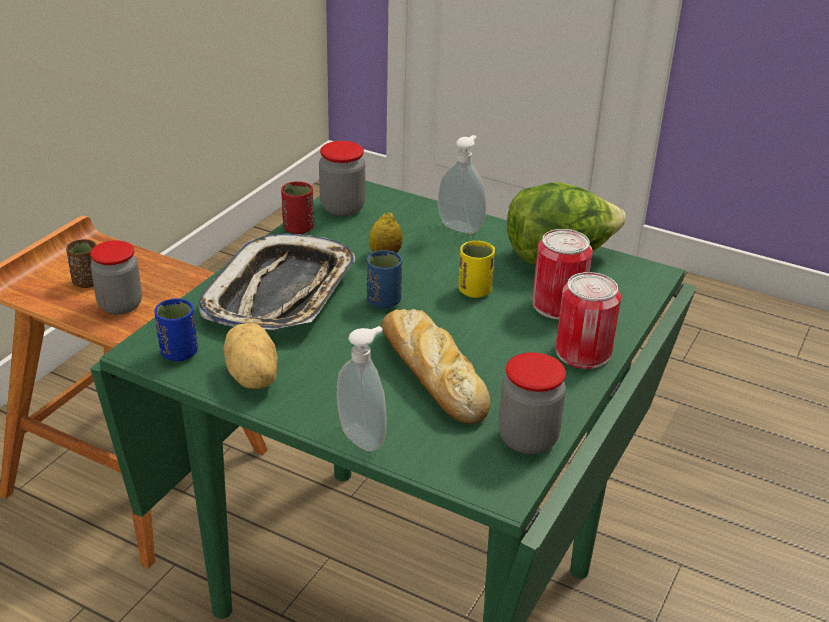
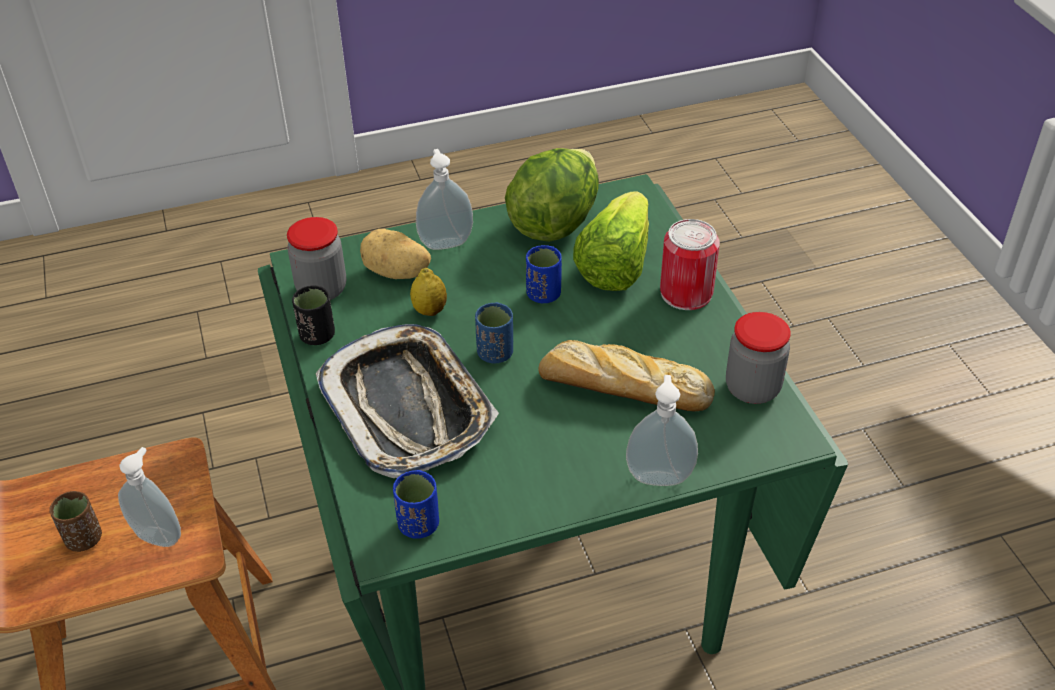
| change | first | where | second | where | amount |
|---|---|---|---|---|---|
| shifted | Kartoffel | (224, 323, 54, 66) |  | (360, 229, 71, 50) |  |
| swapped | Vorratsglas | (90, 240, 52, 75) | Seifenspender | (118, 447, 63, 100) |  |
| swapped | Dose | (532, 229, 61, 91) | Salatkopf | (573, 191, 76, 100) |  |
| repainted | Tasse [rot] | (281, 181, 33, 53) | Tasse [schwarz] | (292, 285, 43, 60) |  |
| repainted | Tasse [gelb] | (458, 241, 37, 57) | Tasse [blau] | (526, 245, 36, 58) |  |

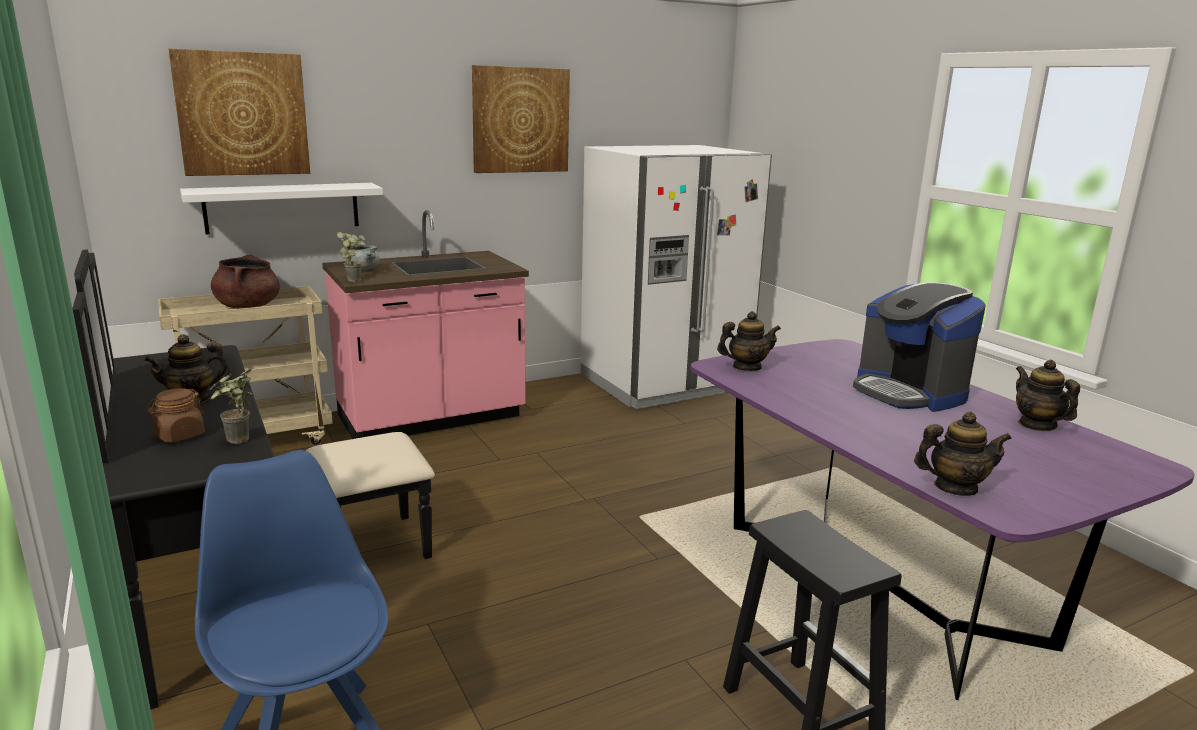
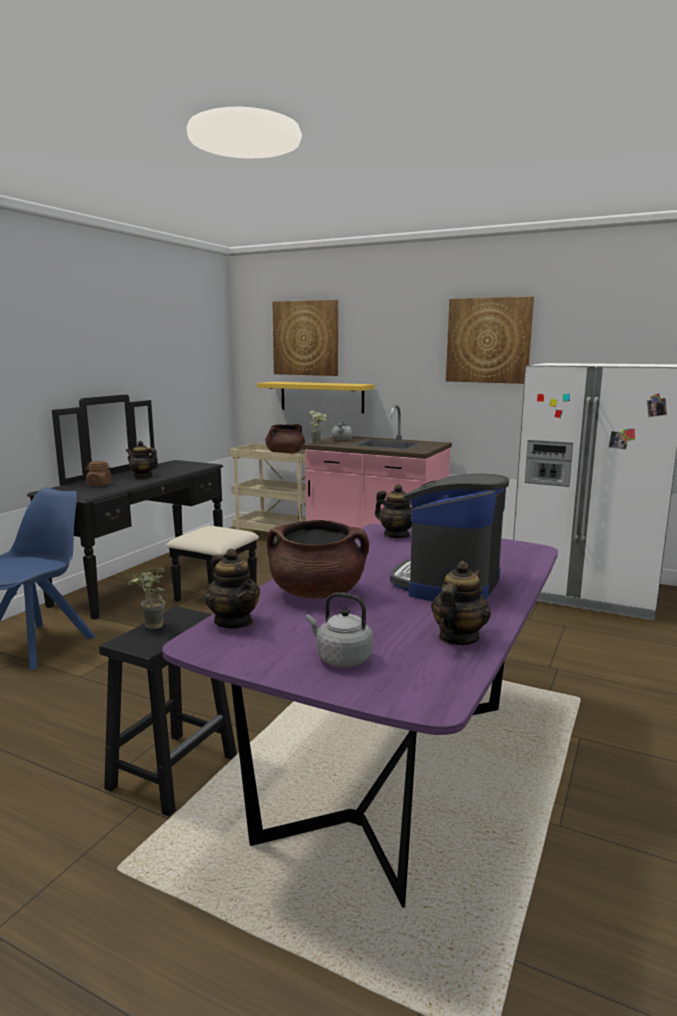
| change | first | where | second | where | amount |
|---|---|---|---|---|---|
| new |  |  | Kochtopf [braun] | (267, 520, 102, 78) |  |
| new |  |  | Wasserkessel [grau] | (306, 592, 67, 75) |  |
| shifted | Topfpflanze | (210, 367, 42, 77) |  | (127, 567, 38, 62) |  |
| repainted | Wandregal [weiß] | (180, 183, 203, 51) | Wandregal [gelb] | (257, 382, 117, 32) |  |

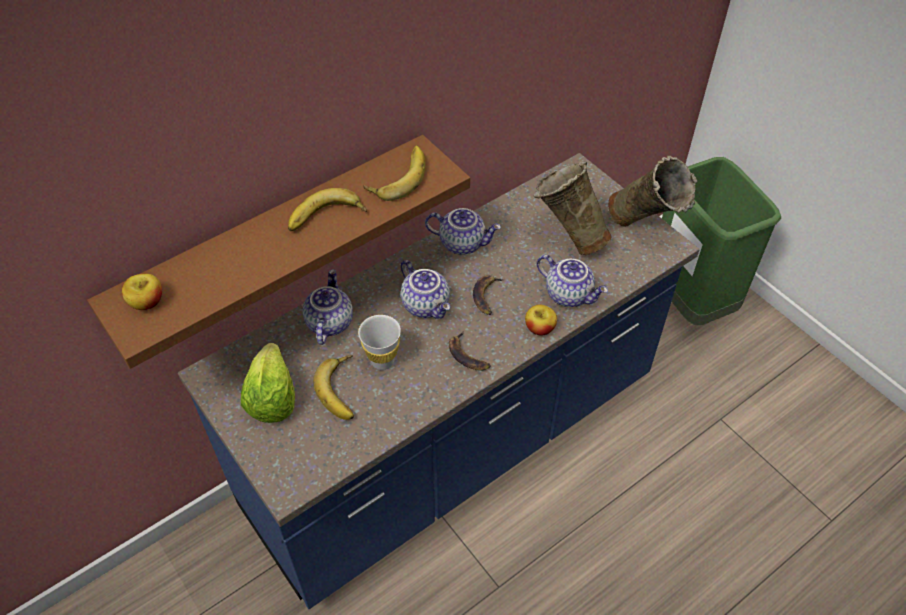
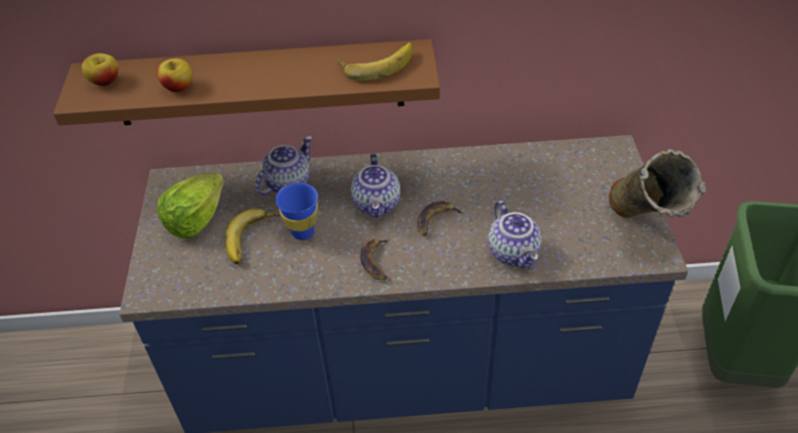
| change | first | where | second | where | amount |
|---|---|---|---|---|---|
| gone | Banane | (288, 188, 79, 43) |  |  |  |
| gone | Teekanne | (425, 208, 76, 47) |  |  |  |
| gone | Vase [beige] | (533, 161, 78, 94) |  |  |  |
| shifted | Apfel | (525, 304, 32, 31) |  | (157, 58, 36, 34) |  |
| repainted | Tasse [weiß] | (358, 315, 43, 55) | Tasse [blau] | (275, 183, 43, 57) |  |

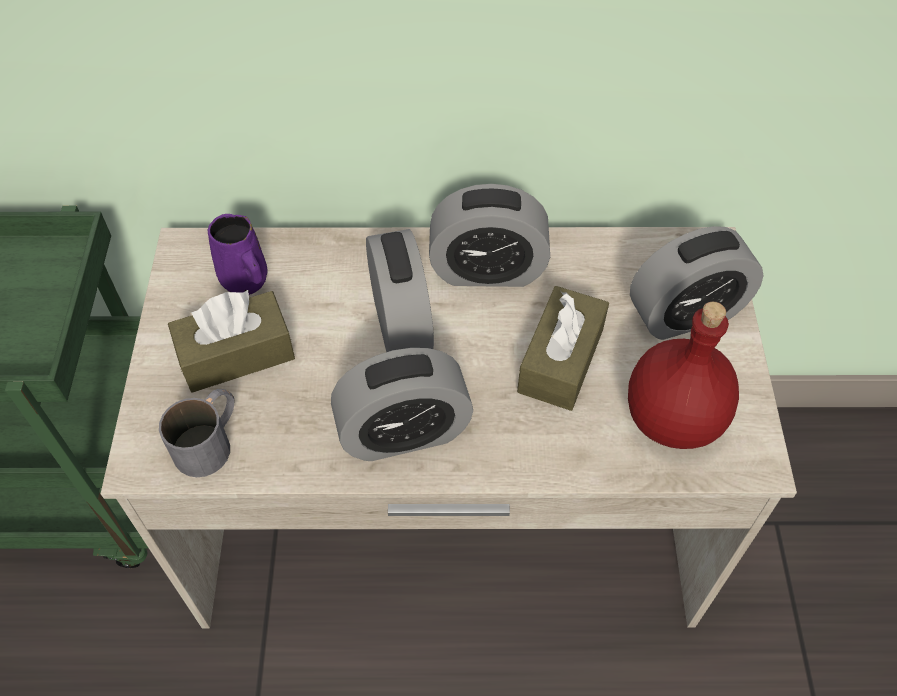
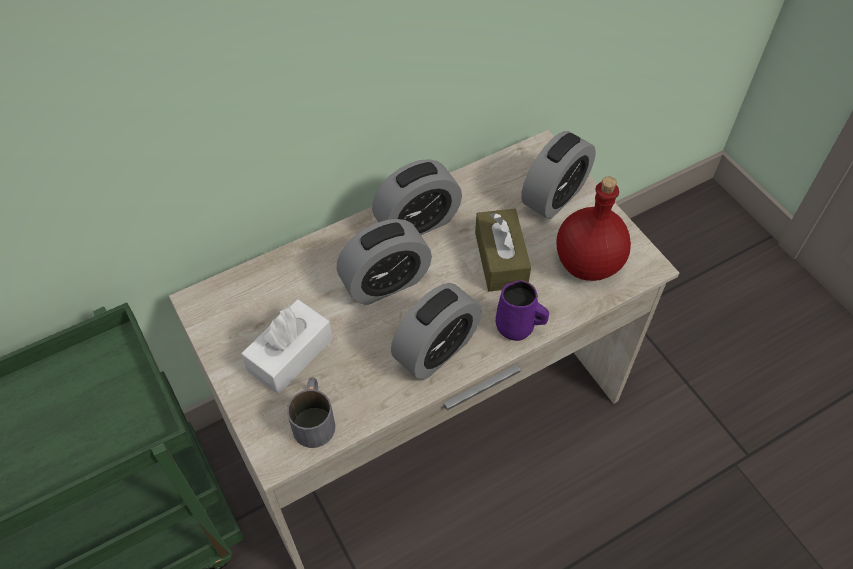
| change | first | where | second | where | amount |
|---|---|---|---|---|---|
| shifted | Henkelbecher [lila] | (208, 214, 59, 81) |  | (496, 280, 53, 61) |  |
| repainted | Taschentuchbox [braun] | (168, 290, 127, 103) | Taschentuchbox [weiß] | (241, 299, 91, 95) |  |
| rotated | Wecker | (366, 229, 68, 123) |  | (337, 219, 95, 86) | 105 degrees clockwise |

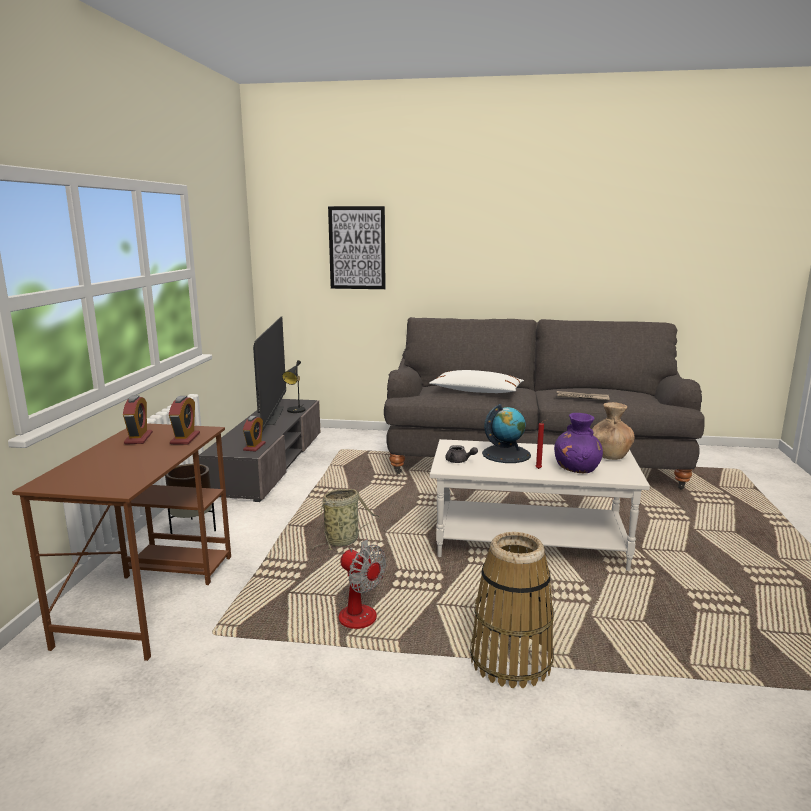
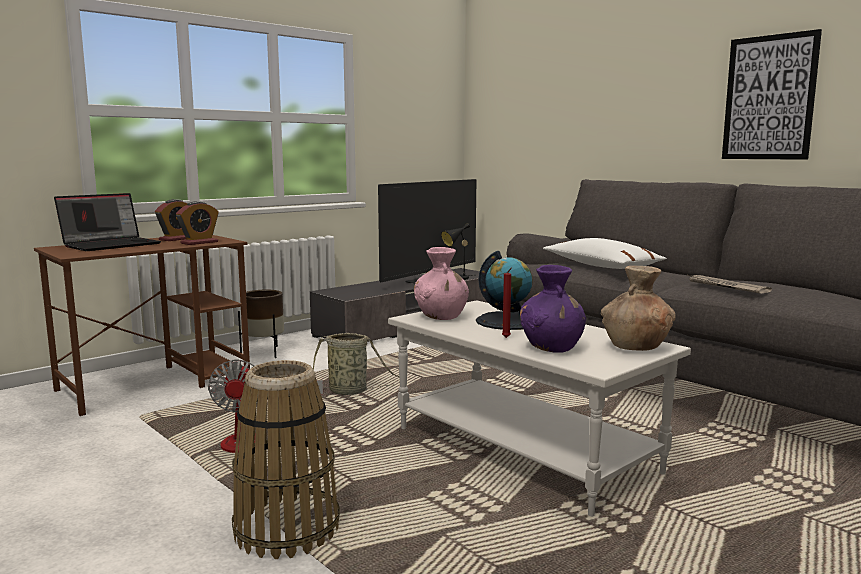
| change | first | where | second | where | amount |
|---|---|---|---|---|---|
| gone | Wecker | (243, 416, 23, 35) |  |  |  |
| new |  |  | Laptop | (54, 193, 107, 58) |  |
| shifted | Bild | (328, 206, 58, 83) |  | (722, 29, 100, 131) |  |
| swapped | Teekanne [grau] | (445, 445, 33, 18) | Vase [rosa] | (414, 247, 55, 73) |  |

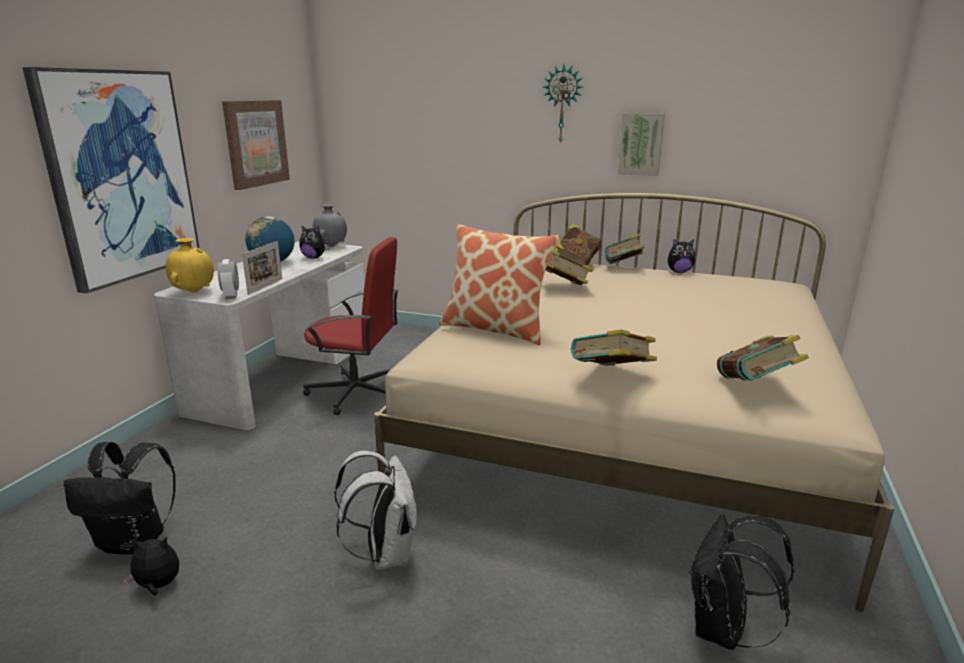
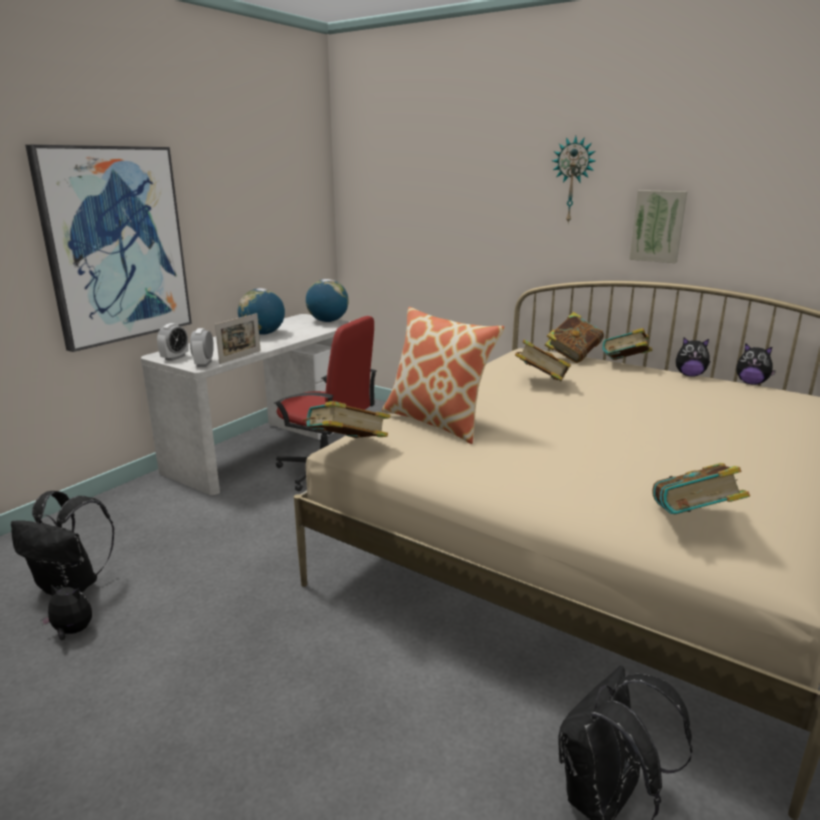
| change | first | where | second | where | amount |
|---|---|---|---|---|---|
| gone | Bild | (222, 100, 68, 90) |  |  |  |
| gone | Rucksack [weiß] | (334, 451, 83, 119) |  |  |  |
| shifted | Plüschtier | (299, 225, 31, 34) |  | (736, 343, 40, 42) |  |
| shifted | Buch | (571, 329, 86, 37) |  | (303, 401, 87, 37) |  |
| swapped | Vase [gelb] | (166, 238, 48, 55) | Wecker | (157, 323, 32, 38) |  |
| swapped | Vase [grau] | (313, 204, 34, 43) | Globus | (306, 279, 43, 43) |  |

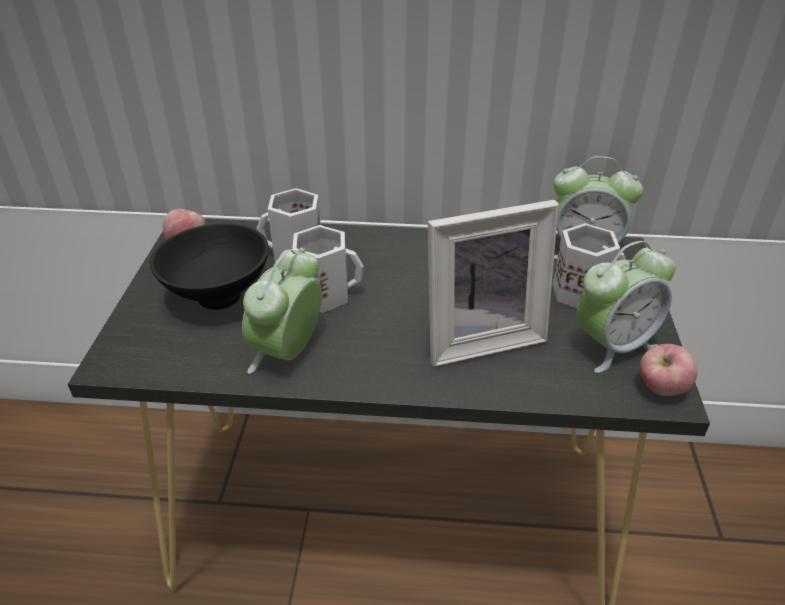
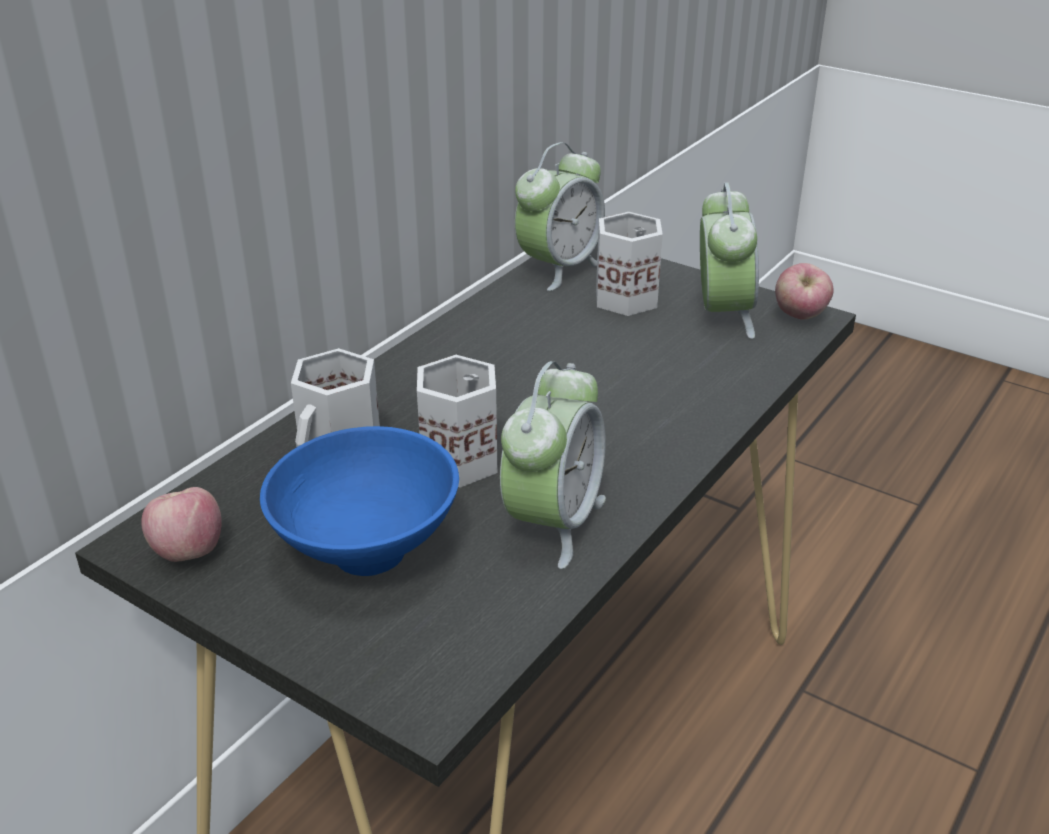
| change | first | where | second | where | amount |
|---|---|---|---|---|---|
| gone | Bilderrahmen | (428, 200, 131, 167) |  |  |  |
| repainted | Schüssel [schwarz] | (150, 223, 119, 87) | Schüssel [blau] | (260, 426, 199, 150) |  |
| rotated | Wecker | (242, 248, 80, 126) |  | (500, 361, 106, 208) | 120 degrees counterclockwise |

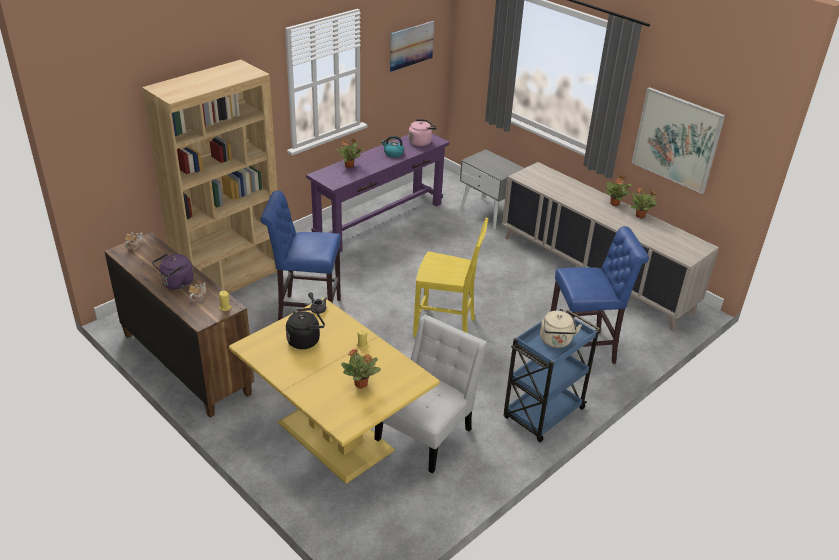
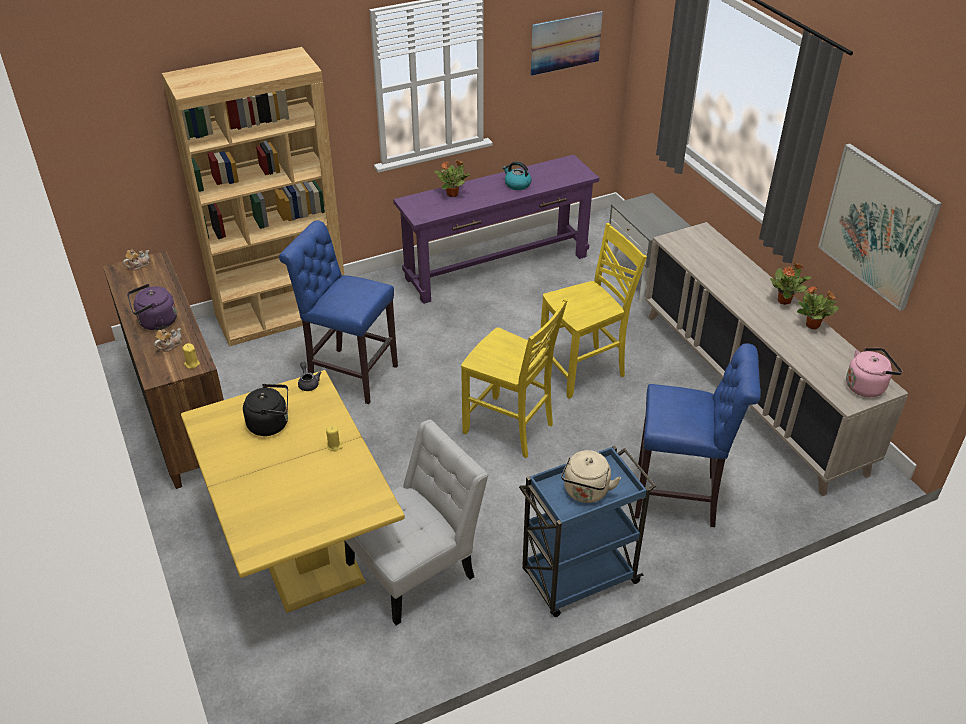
| change | first | where | second | where | amount |
|---|---|---|---|---|---|
| gone | Topfpflanze | (341, 349, 40, 40) |  |  |  |
| new |  |  | Stuhl [gelb] | (540, 223, 107, 176) |  |
| shifted | Wasserkessel [rosa] | (409, 119, 28, 27) |  | (846, 348, 56, 49) |  |

